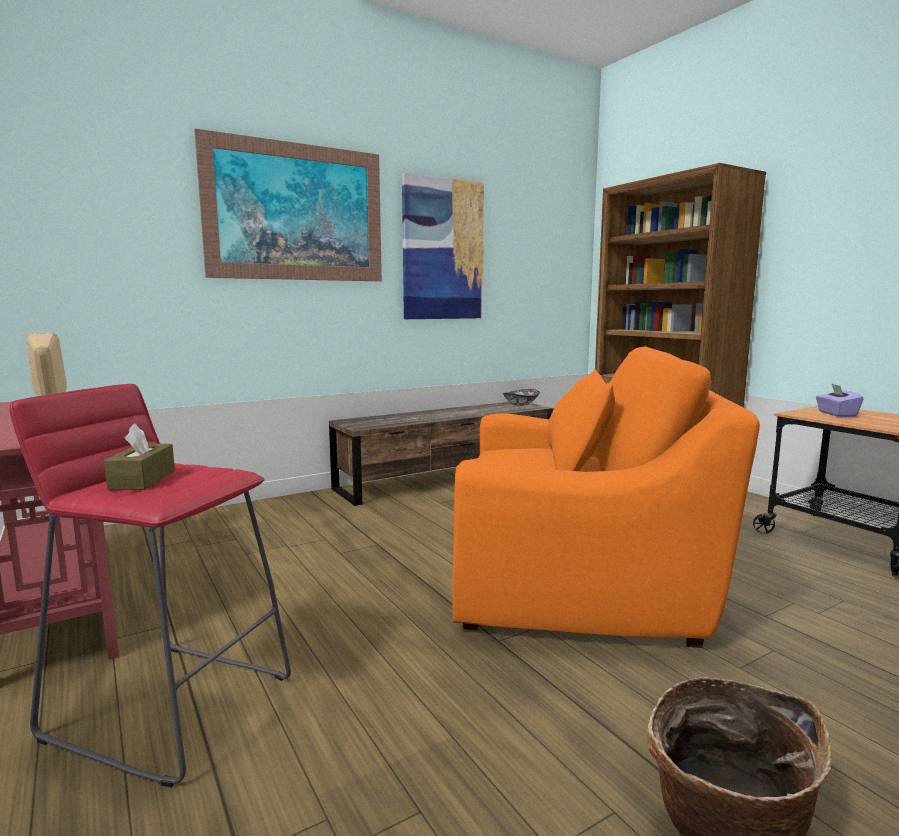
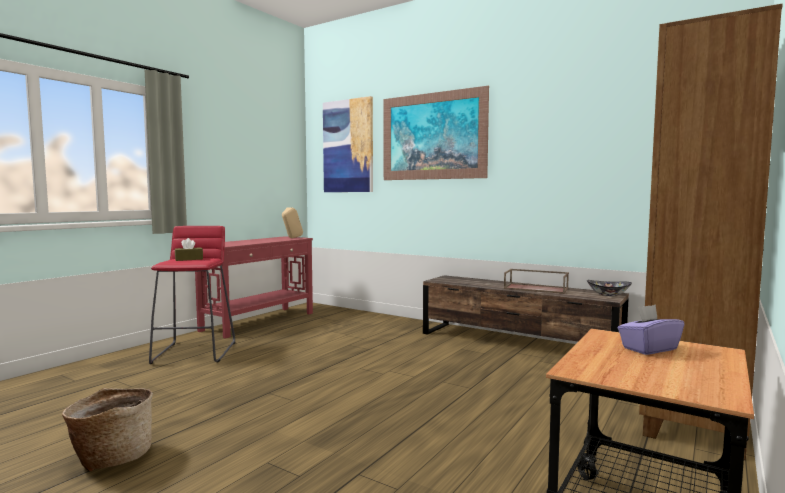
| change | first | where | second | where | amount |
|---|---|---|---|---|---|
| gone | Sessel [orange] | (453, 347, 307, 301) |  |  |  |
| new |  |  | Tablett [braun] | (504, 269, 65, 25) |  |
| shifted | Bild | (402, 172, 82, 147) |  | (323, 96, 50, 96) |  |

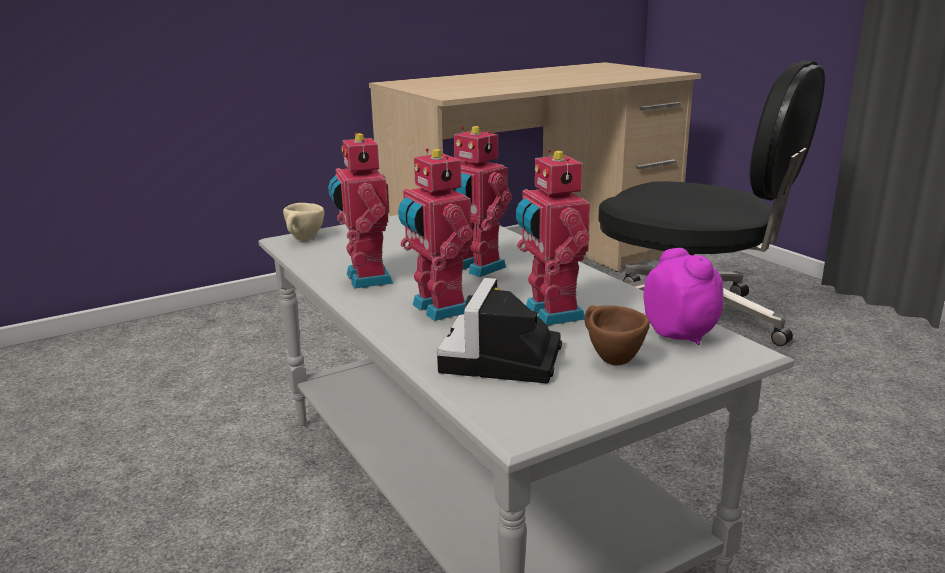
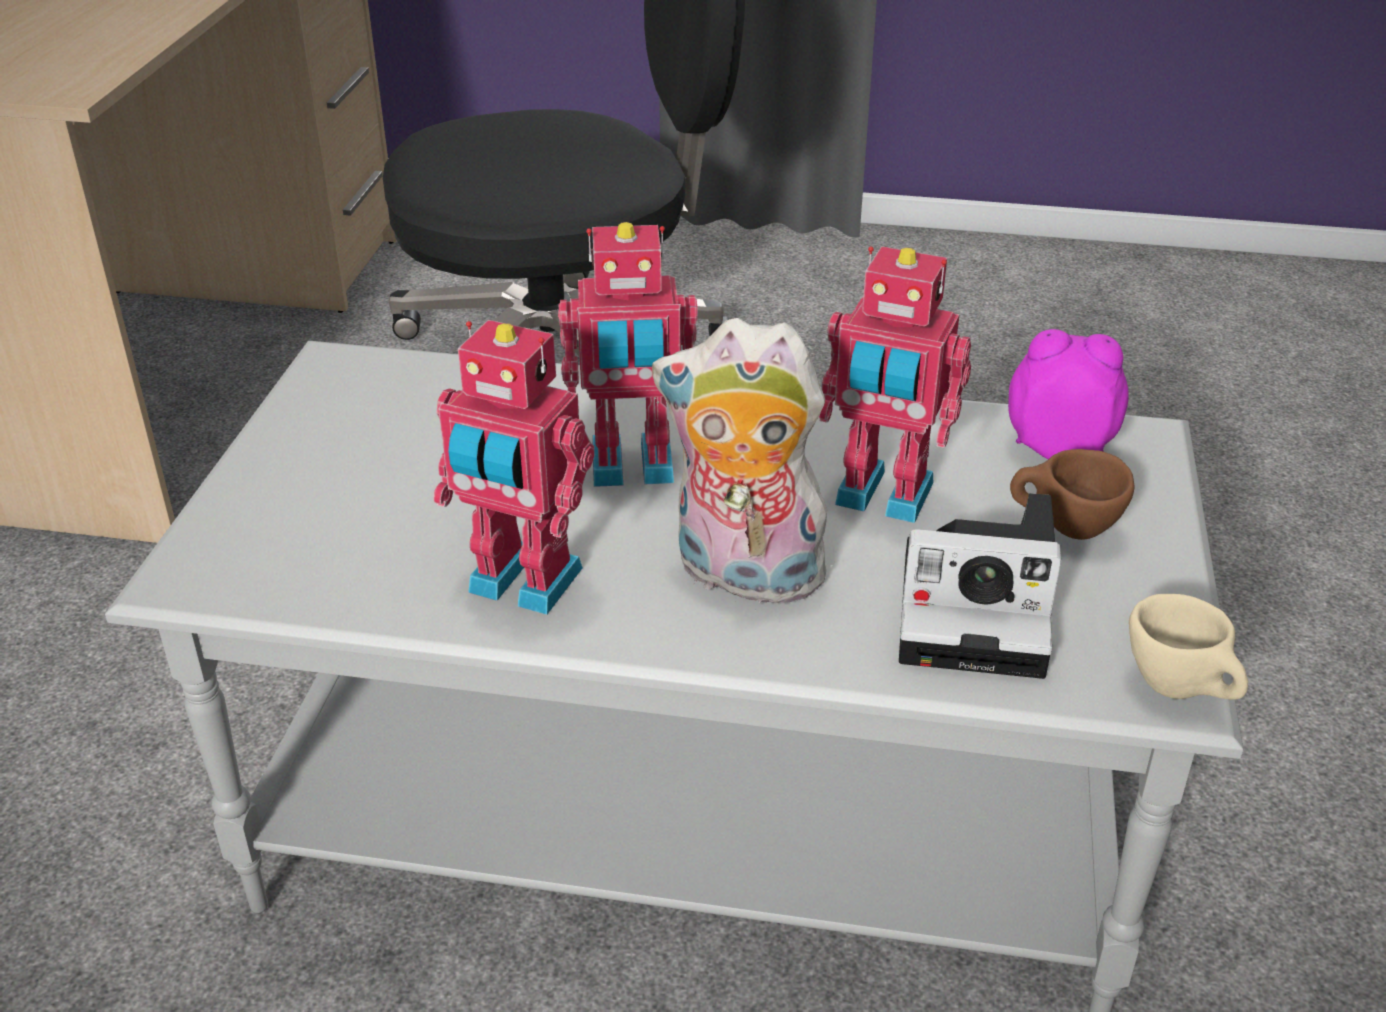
| change | first | where | second | where | amount |
|---|---|---|---|---|---|
| shifted | Tasse [beige] | (283, 203, 41, 37) |  | (1129, 594, 119, 106) |  |
| swapped | Spielzeugroboter | (398, 148, 75, 173) | Plüschtier | (652, 318, 188, 293) |  |
| rotated | Kamera | (437, 278, 125, 105) |  | (899, 493, 162, 186) | 45 degrees counterclockwise |

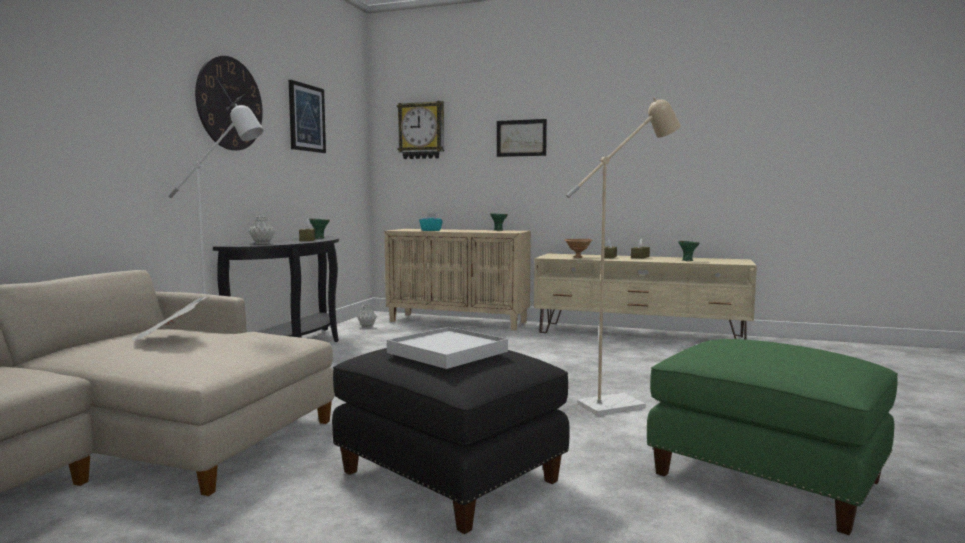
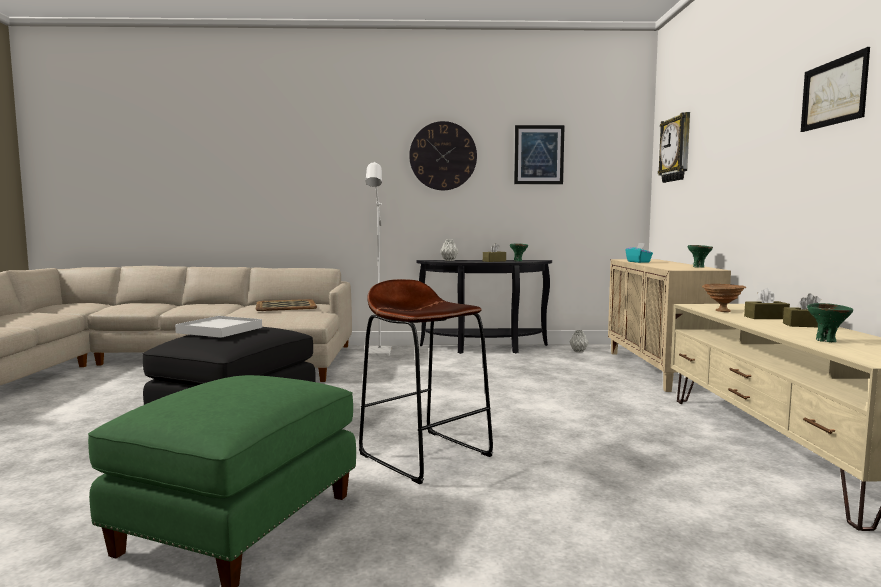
| change | first | where | second | where | amount |
|---|---|---|---|---|---|
| shifted | Bild | (497, 119, 50, 38) |  | (801, 47, 69, 85) |  |
| swapped | Zeitung | (131, 296, 75, 46) | Tablett | (256, 299, 61, 12) |  |
| swapped | Stehlampe [beige] | (566, 97, 115, 319) | Hocker [braun] | (359, 279, 134, 205) |  |

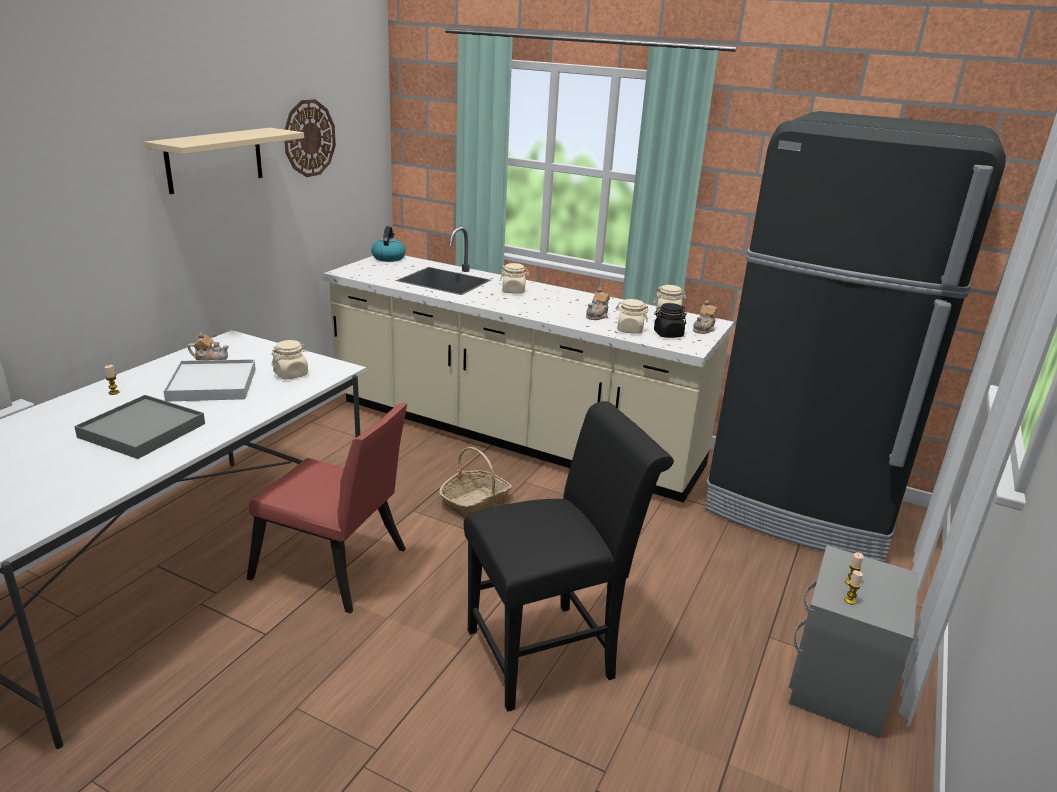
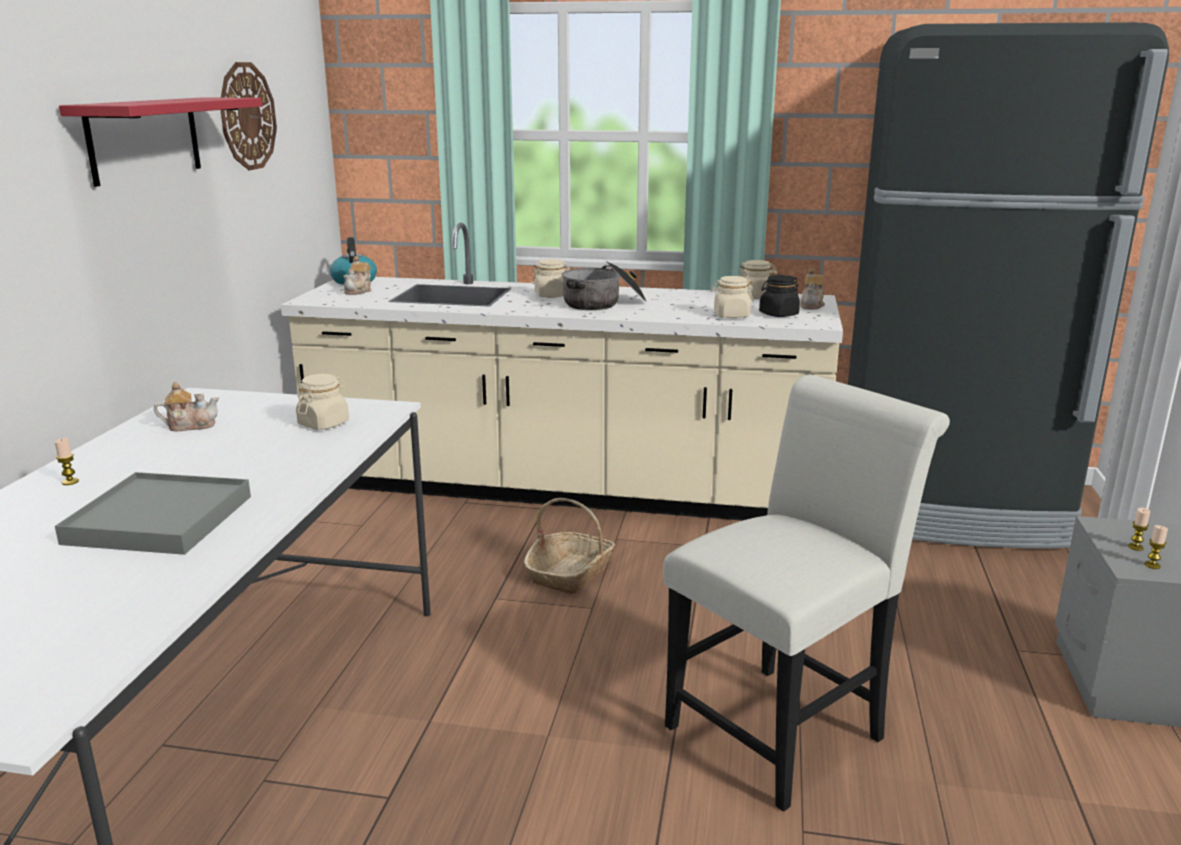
| change | first | where | second | where | amount |
|---|---|---|---|---|---|
| gone | Tablett [weiß] | (163, 359, 93, 43) |  |  |  |
| gone | Stuhl [rot] | (247, 403, 160, 210) |  |  |  |
| new |  |  | Kochtopf | (562, 261, 84, 49) |  |
| shifted | Teekanne | (586, 287, 24, 33) |  | (343, 256, 28, 39) |  |
| repainted | Wandregal [beige] | (145, 128, 159, 66) | Wandregal [rot] | (59, 97, 203, 90) |  |
| repainted | Stuhl [schwarz] | (464, 401, 210, 311) | Stuhl [weiß] | (663, 375, 287, 437) |  |

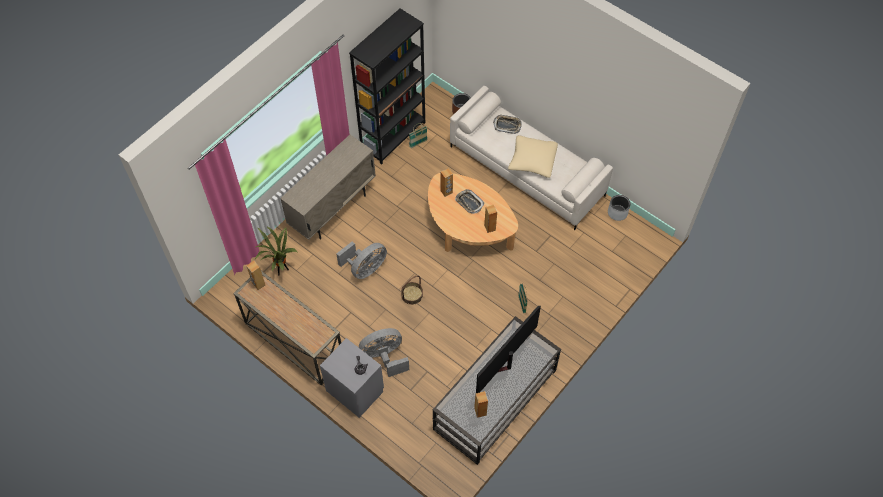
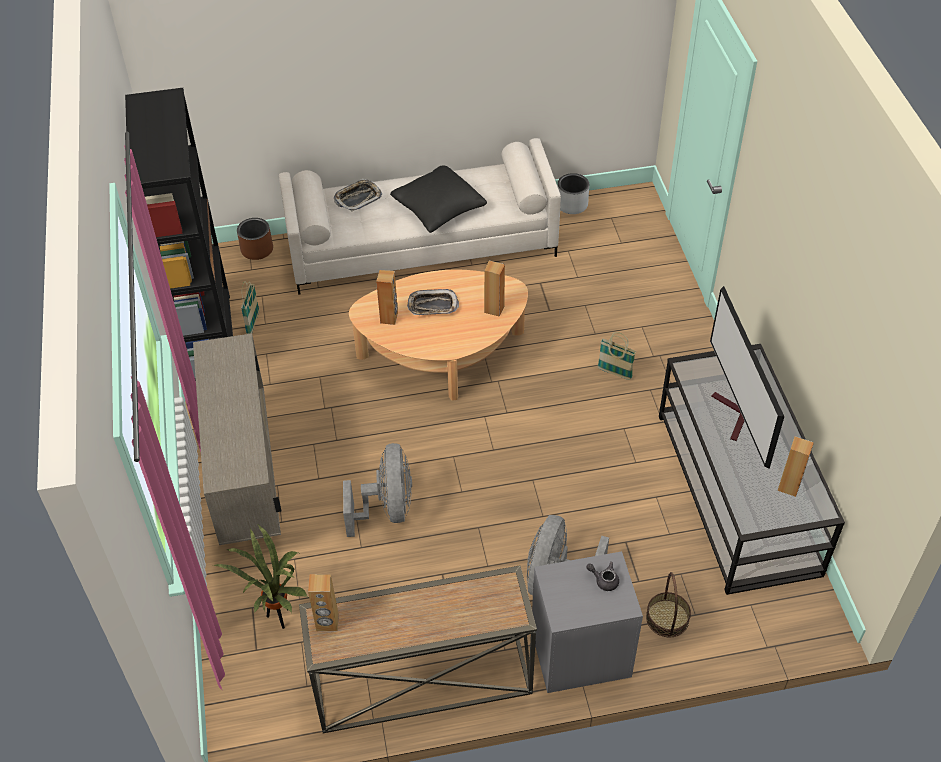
| change | first | where | second | where | amount |
|---|---|---|---|---|---|
| shifted | Korb | (401, 275, 22, 30) |  | (646, 572, 45, 65) |  |
| repainted | Kissen [beige] | (508, 135, 50, 43) | Kissen [schwarz] | (390, 165, 97, 68) |  |

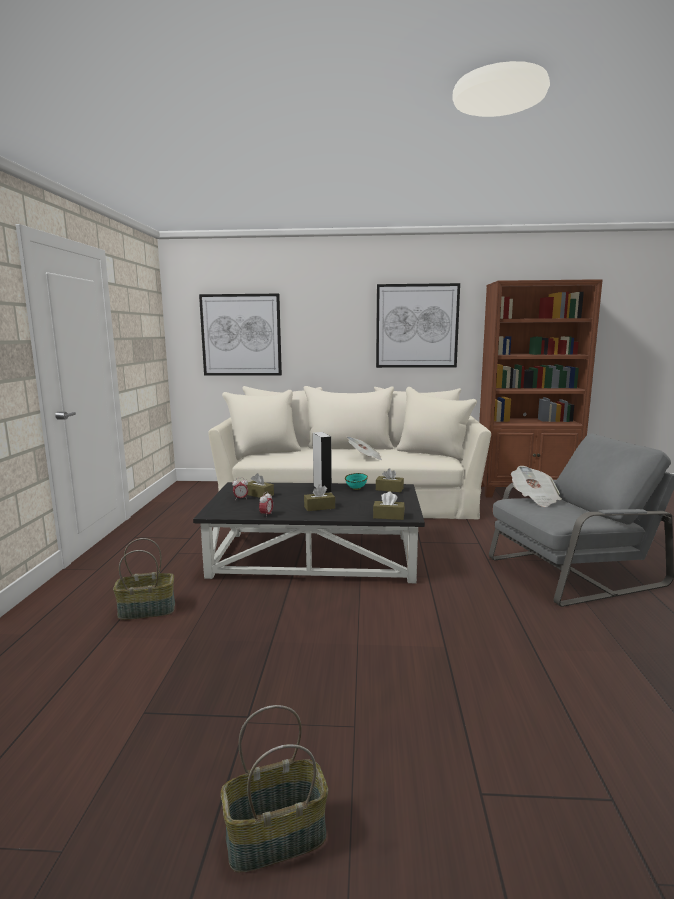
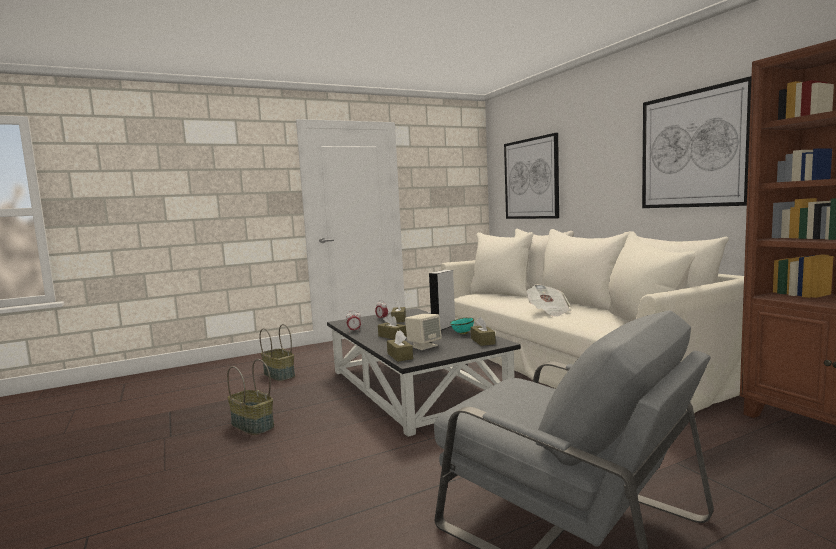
| change | first | where | second | where | amount |
|---|---|---|---|---|---|
| gone | Zeitung | (511, 466, 51, 41) |  |  |  |
| new |  |  | Lautsprecher [beige] | (405, 314, 37, 36) |  |
| shifted | Korb | (221, 705, 107, 168) |  | (227, 359, 47, 76) |  |

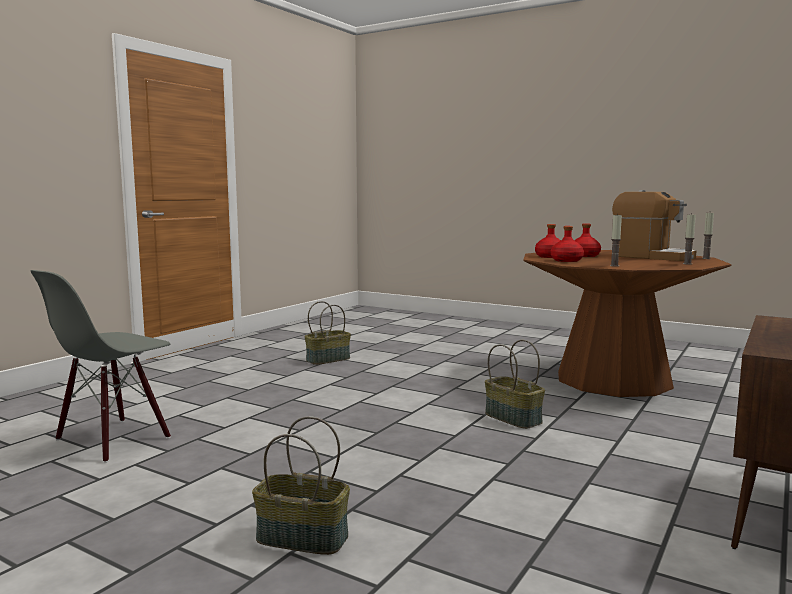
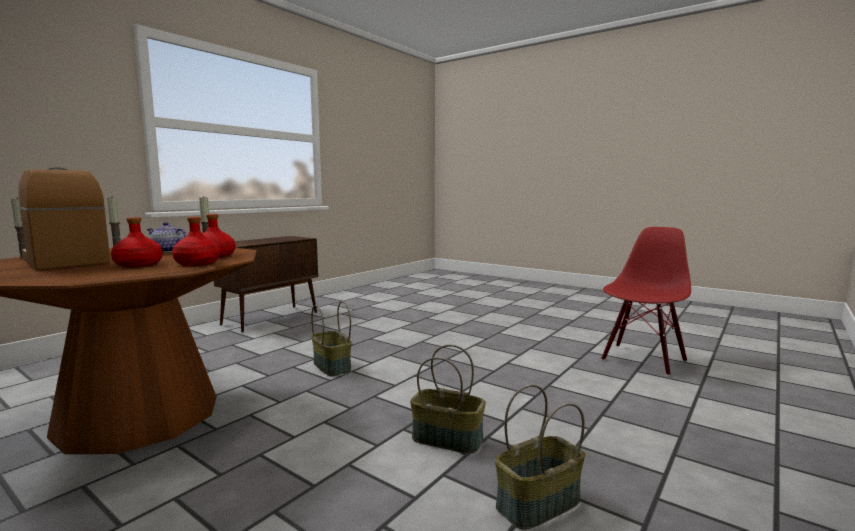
| change | first | where | second | where | amount |
|---|---|---|---|---|---|
| new |  |  | Teekanne | (147, 222, 40, 31) |  |
| shifted | Korb | (252, 416, 98, 139) |  | (410, 345, 76, 108) |  |
| repainted | Stuhl [grau] | (31, 270, 140, 193) | Stuhl [rot] | (601, 227, 90, 149) |  |

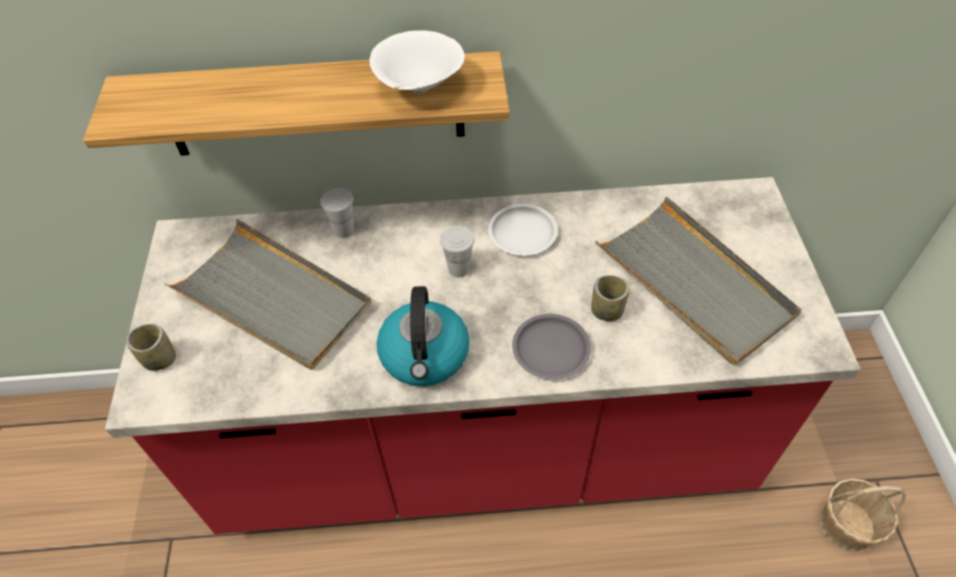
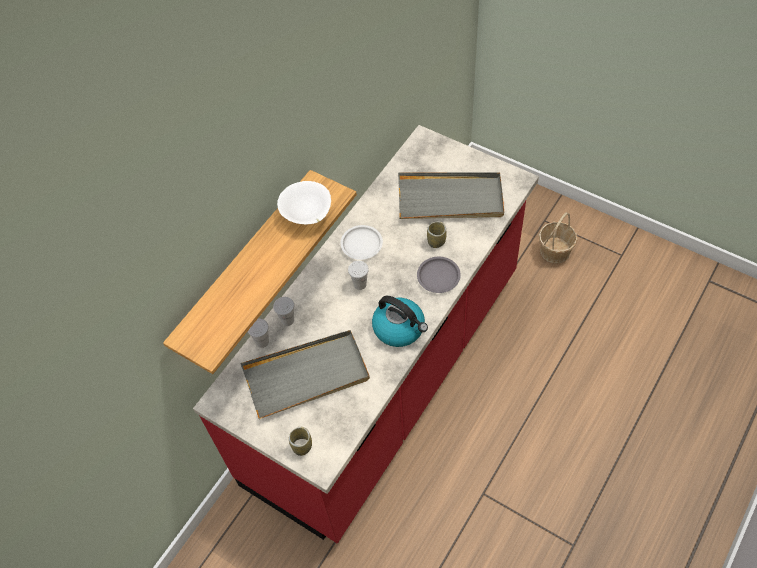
| change | first | where | second | where | amount |
|---|---|---|---|---|---|
| new |  |  | Tasse [weiß] | (248, 319, 21, 29) |  |

